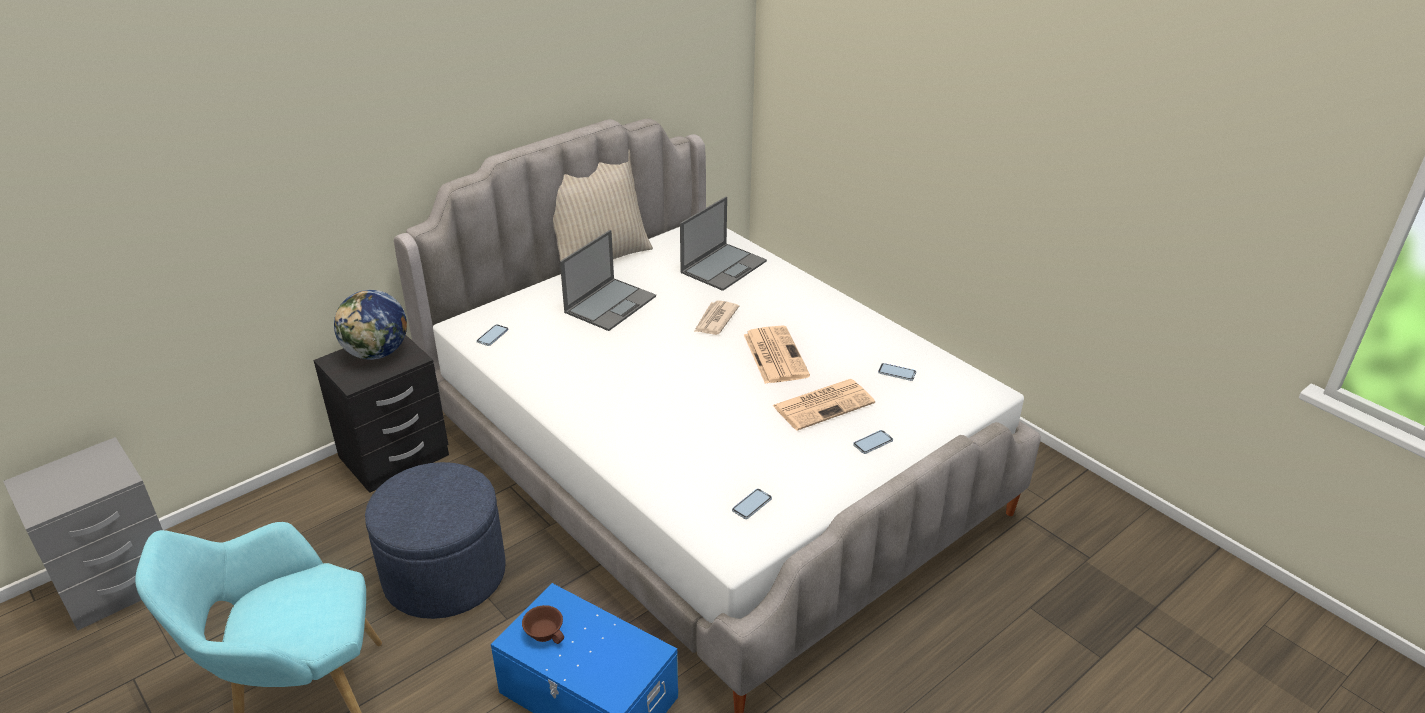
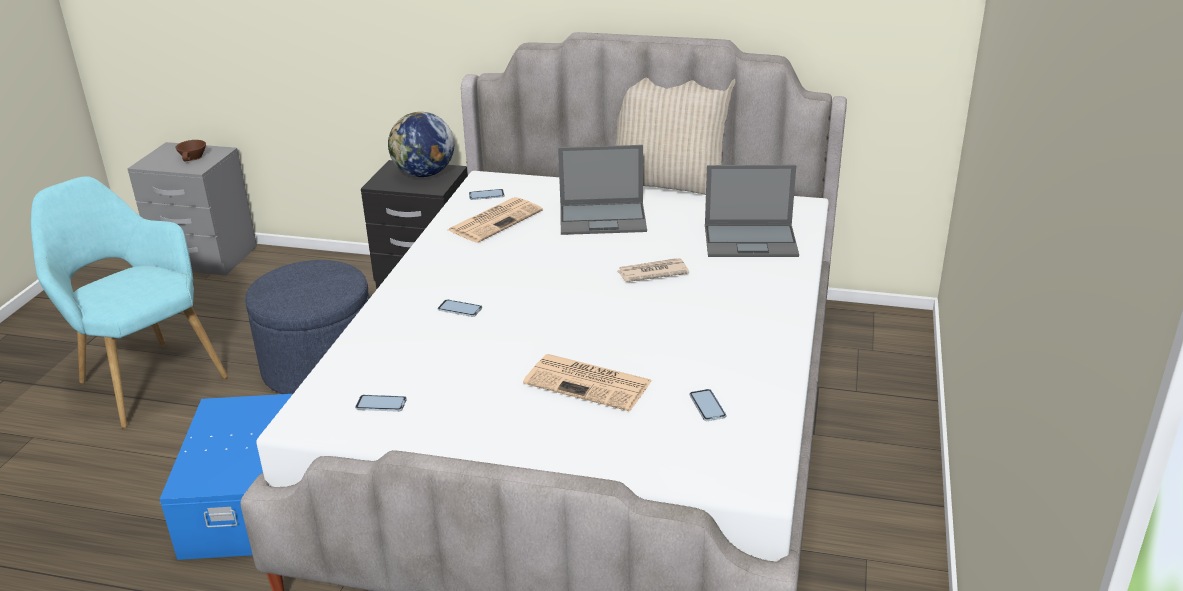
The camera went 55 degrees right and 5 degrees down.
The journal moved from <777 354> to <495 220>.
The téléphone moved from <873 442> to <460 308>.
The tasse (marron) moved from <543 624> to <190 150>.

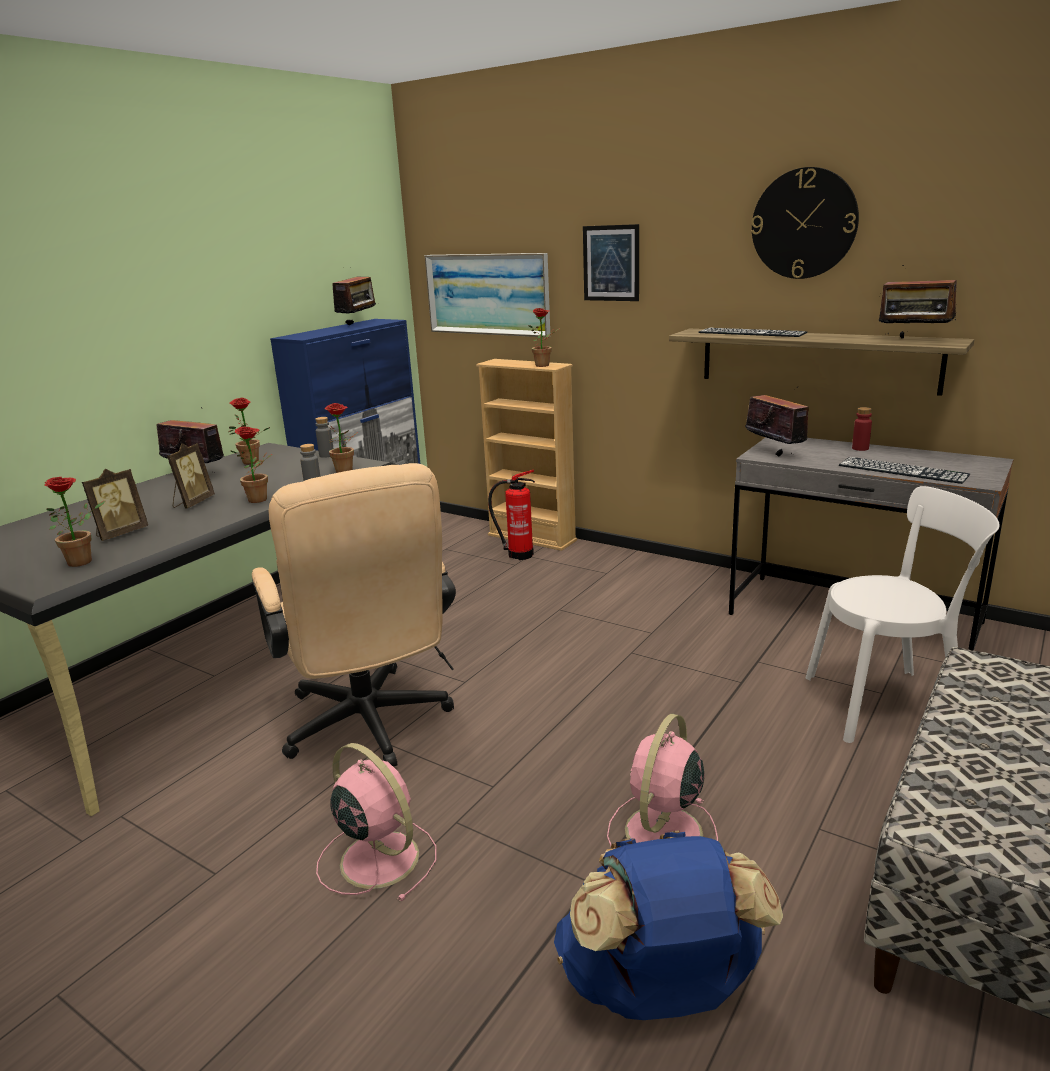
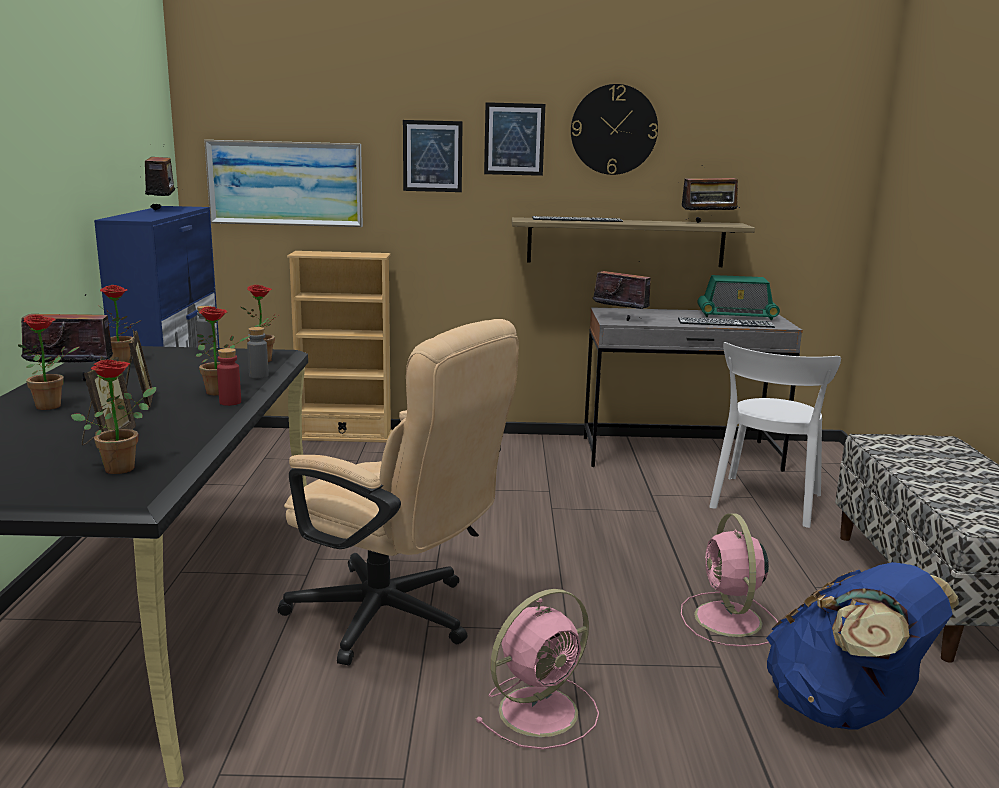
The camera went 35 degrees left and 5 degrees down.
The plante en pot moved from <544 337> to <48 362>.
The bouteille (rouge) moved from <862 429> to <229 377>.
The extincteur at <511 515> disappeared.
The chaise (blanc) at <903 614> turned 150 degrees clockwise.
The ventilateur (rose) at <376 822> turned 135 degrees clockwise.
The tableau at <514 139> appeared.
The radio at <738 297> appeared.

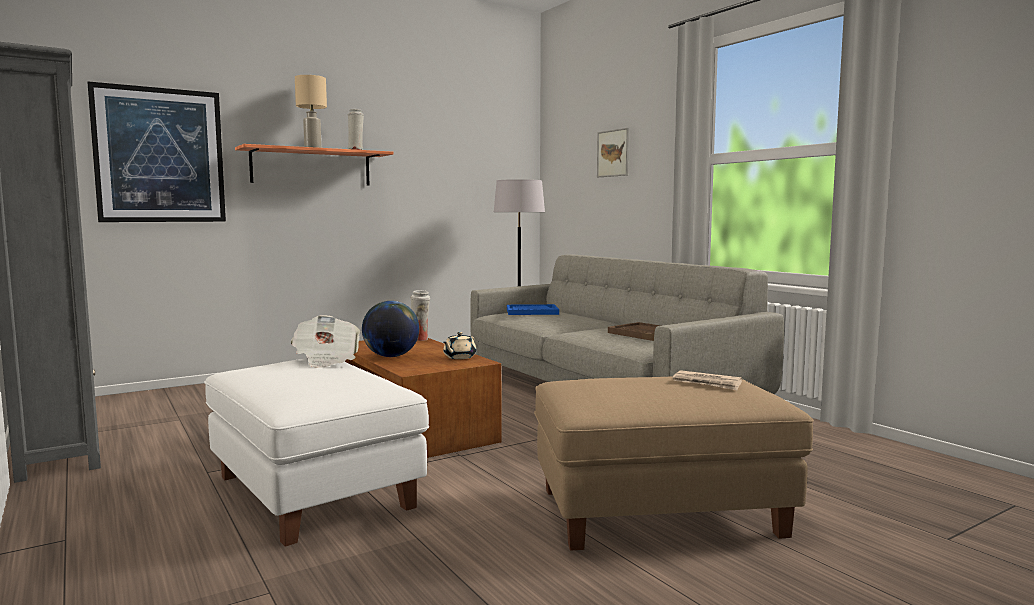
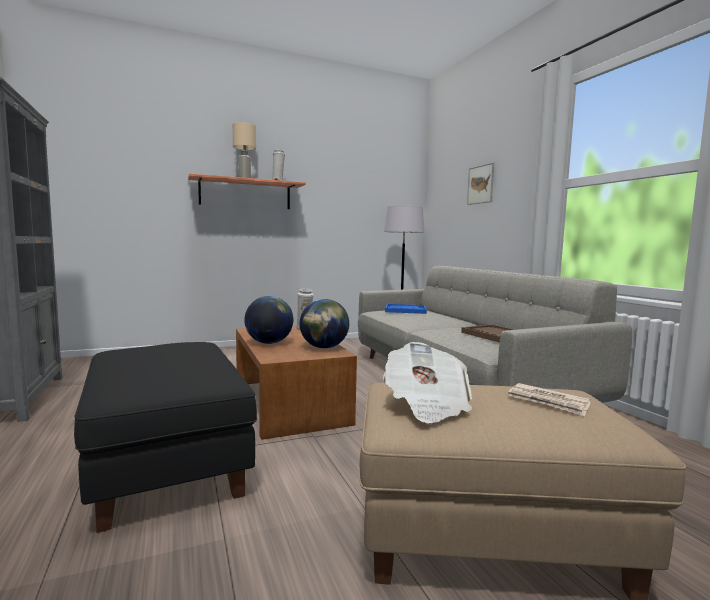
The camera went 10 degrees right and 0 degrees up.
The tableau at <156 151> disappeared.
The journal moved from <325 341> to <427 382>.
The théière (beige) at <459 345> was replaced by the globe at <324 323>.
The pouf (blanc) at <316 453> became the pouf (noir) at <165 437>.

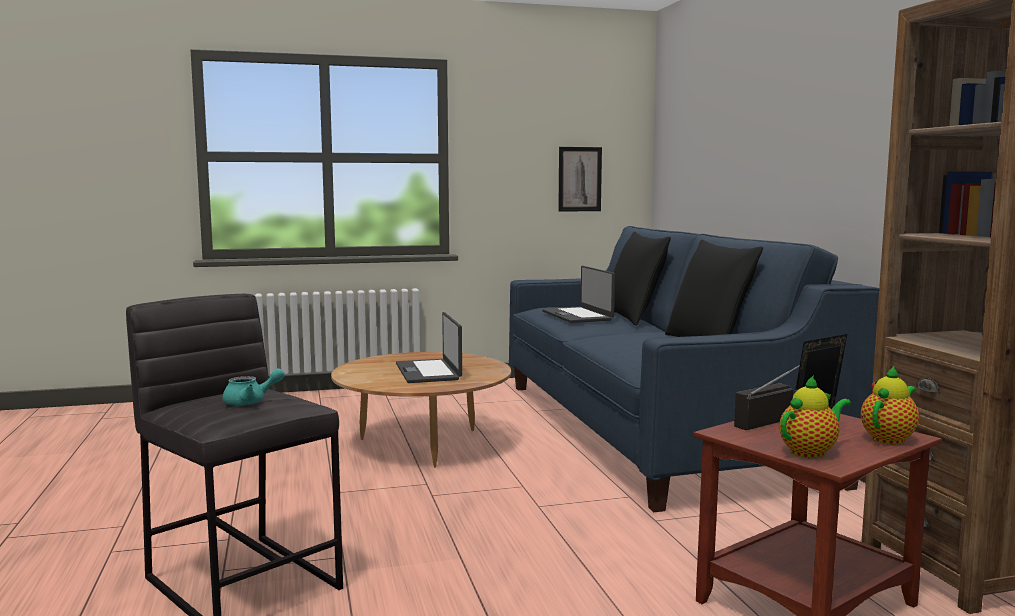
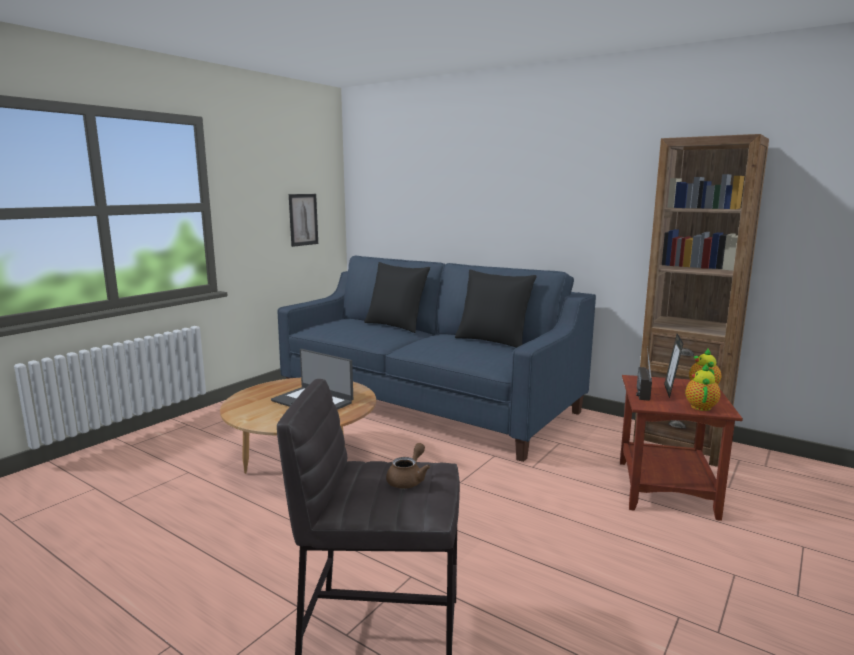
The camera went 40 degrees left and 5 degrees up.
The ordinateur portable at <578 294> disappeared.
The théière (turquoise) at <253 387> became the théière (marron) at <408 466>.

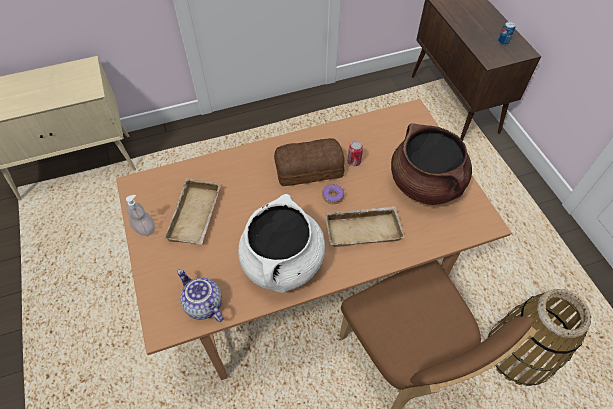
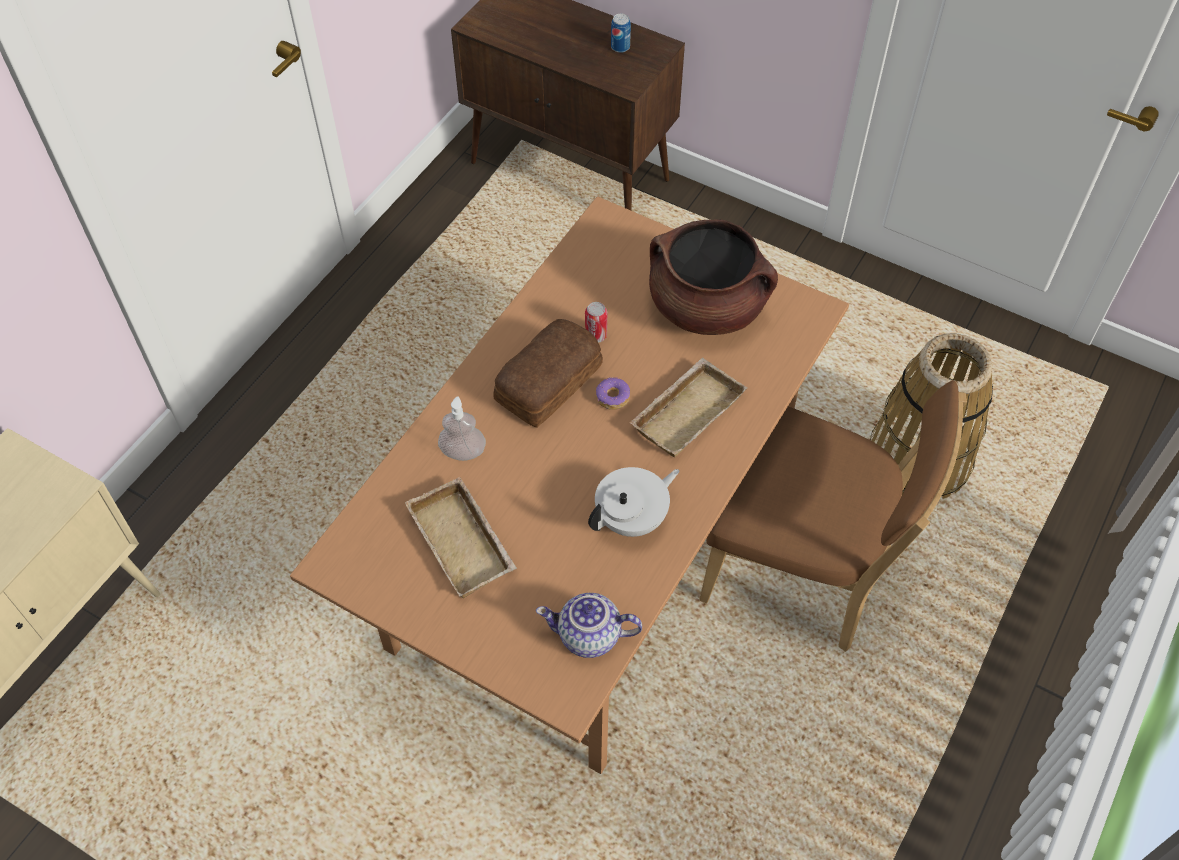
The camera went 40 degrees left and 0 degrees up.
The marmite (blanc) at <281 243> was replaced by the théière (blanc) at <633 502>.
The distributeur de savon moved from <140 215> to <462 429>.

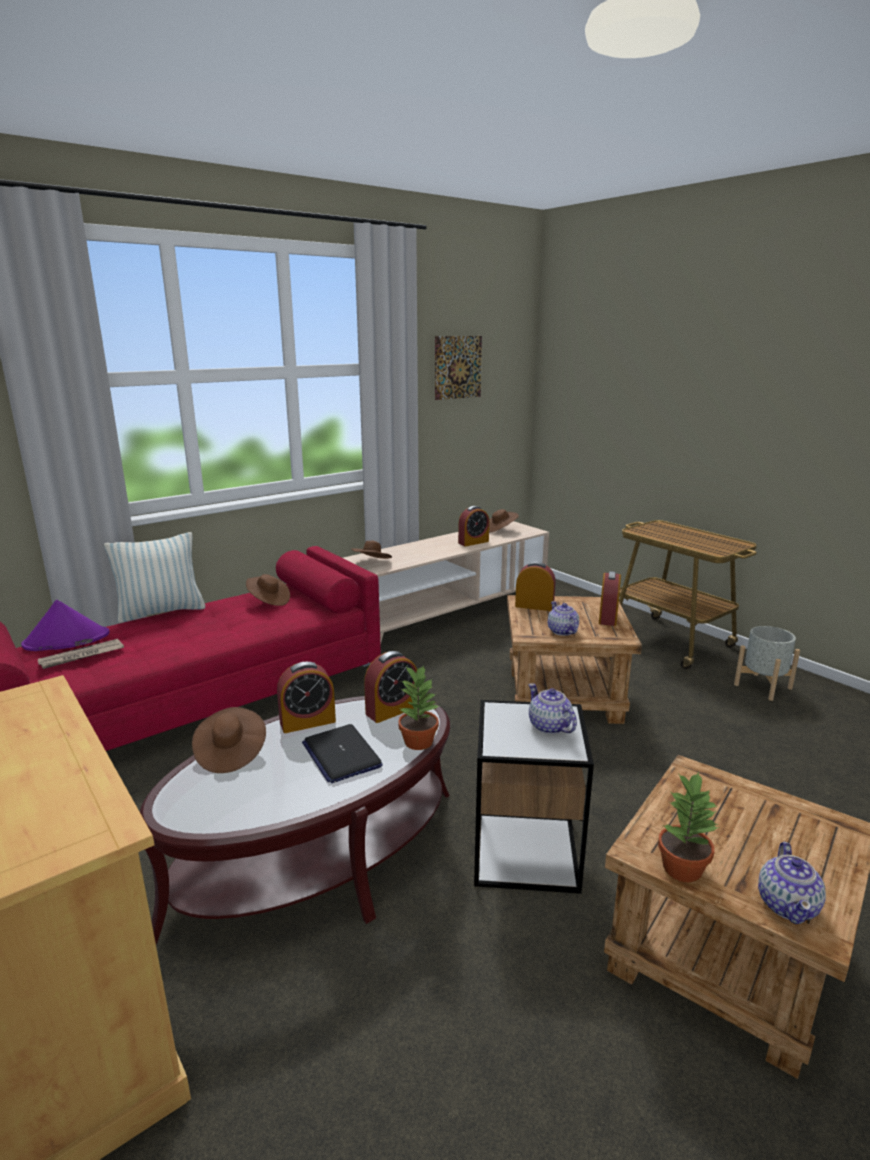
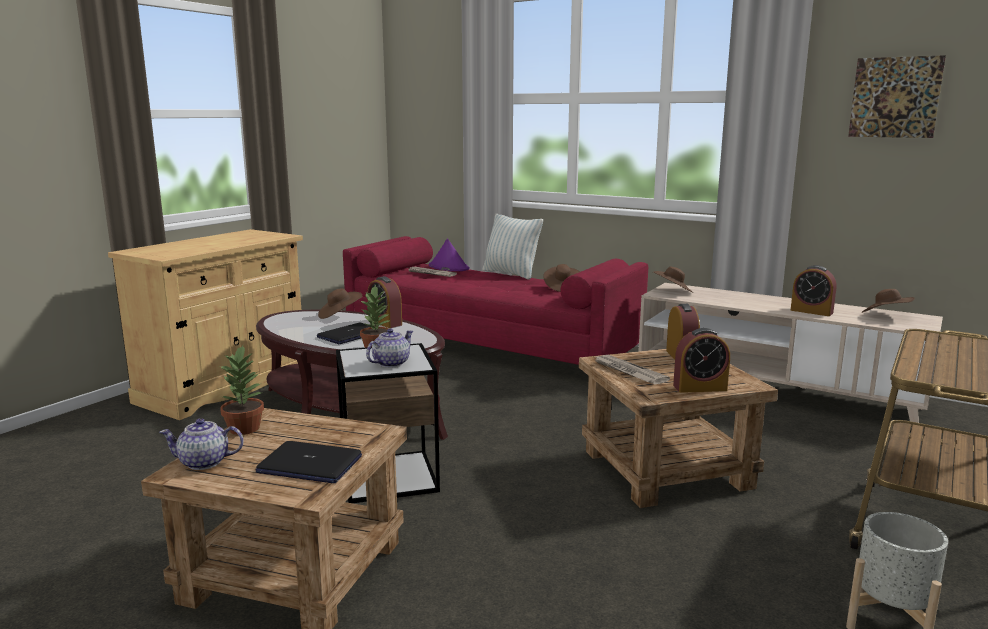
The camera went 70 degrees right and 5 degrees down.
The théière at <563 618> was replaced by the journal at <632 370>.
The réveil at <390 687> disappeared.
The ordinateur portable at <309 462> appeared.

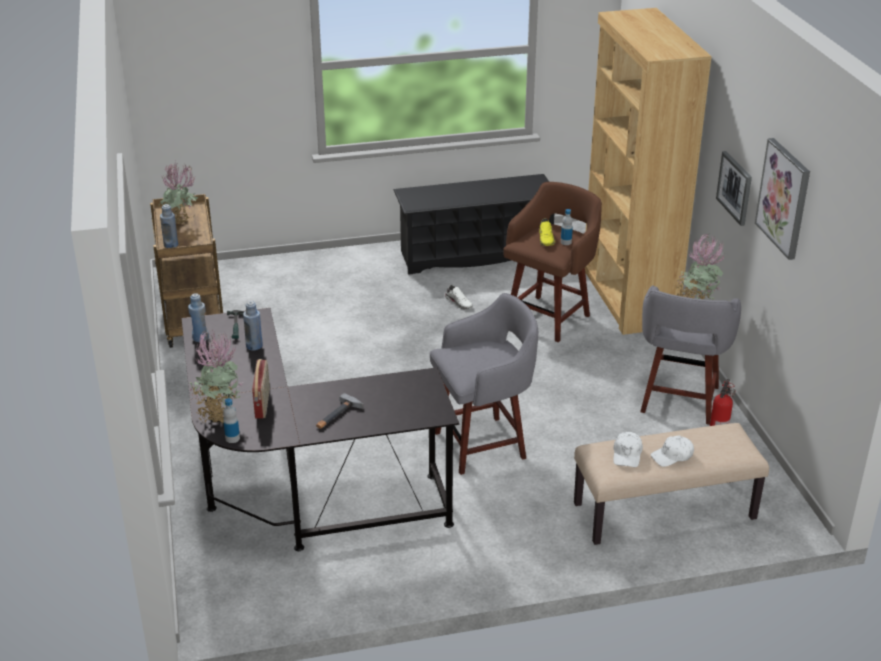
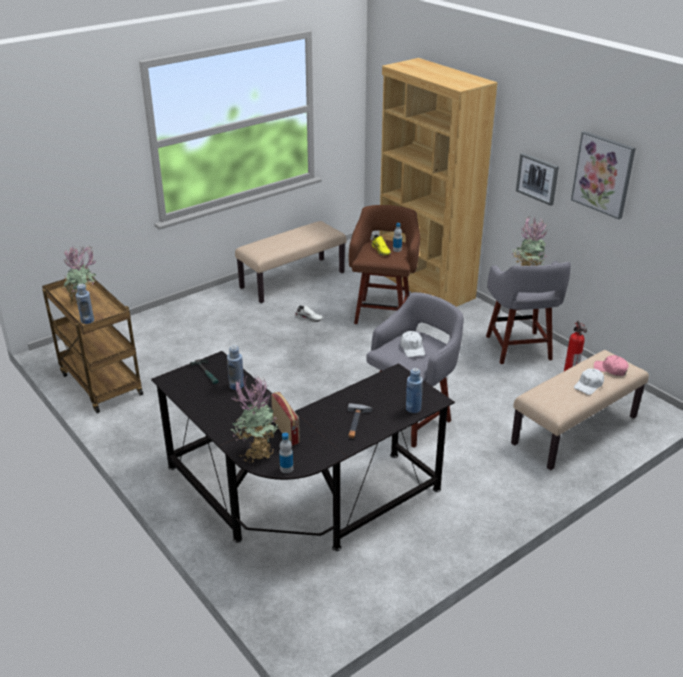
The camera went 25 degrees left and 0 degrees up.
The étagère à chaussures (noir) at <474 224> was replaced by the banc (beige) at <290 262>.
The bouteille (bleu) moved from <198 317> to <414 390>.
The casquette (blanc) moved from <628 449> to <412 344>.
The casquette (rose) at <611 365> appeared.

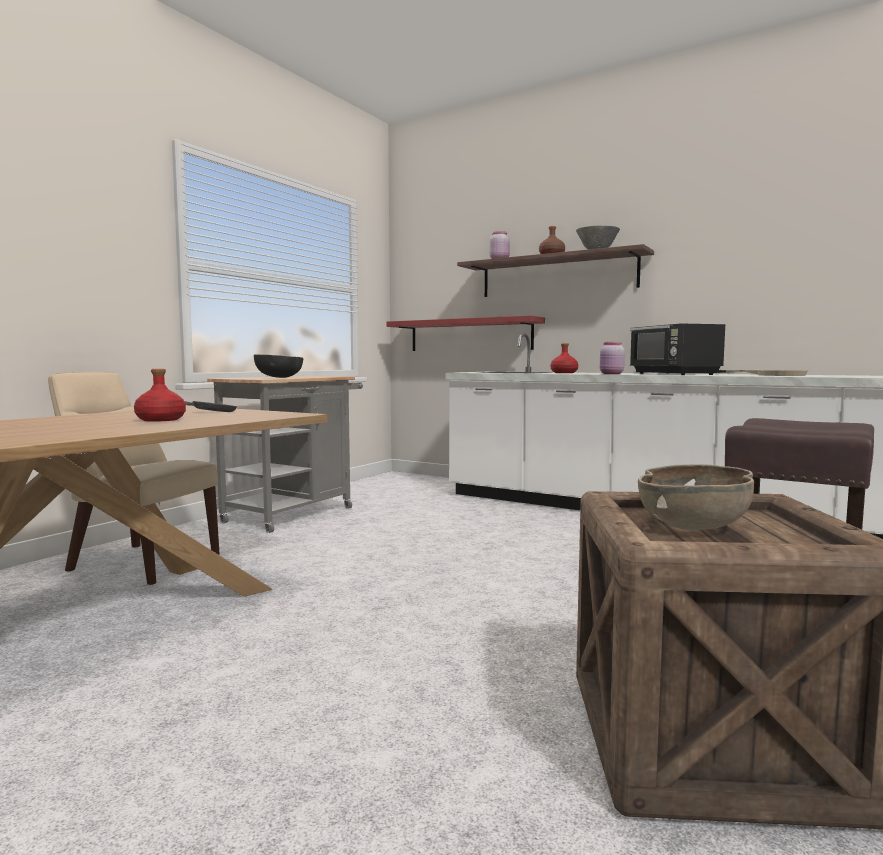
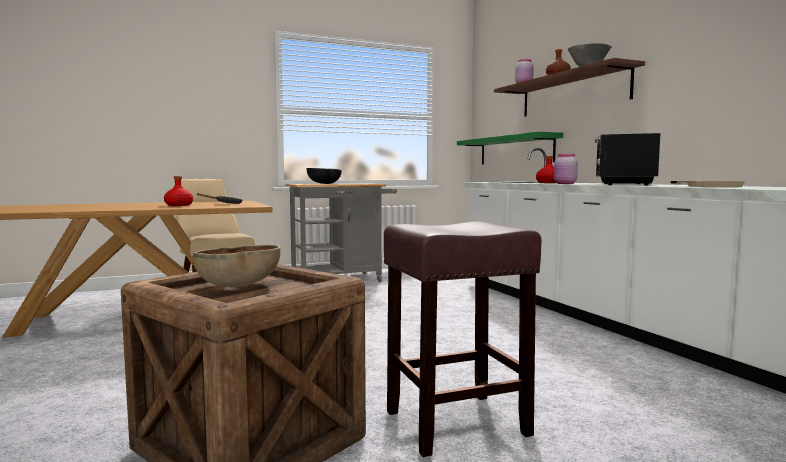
The camera went 35 degrees right and 0 degrees up.
The étagère (rouge) at <466 333> became the étagère (vert) at <510 148>.

